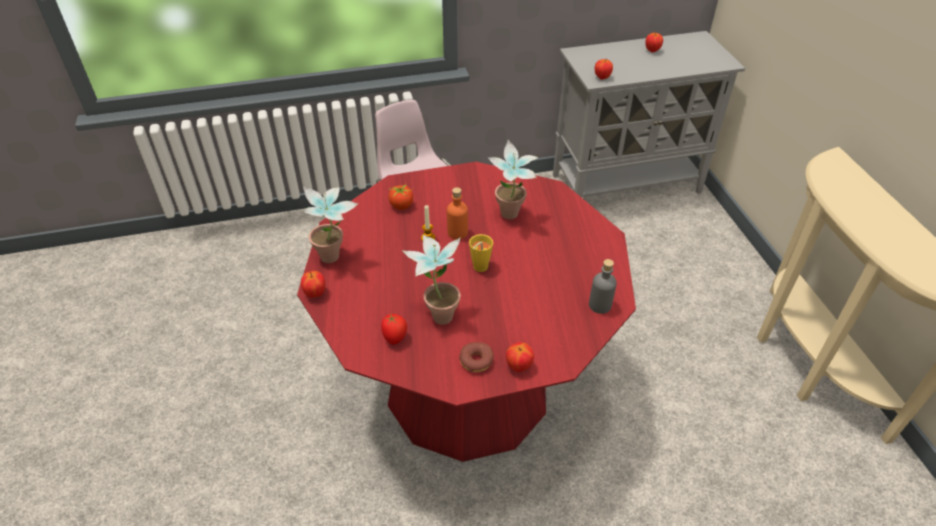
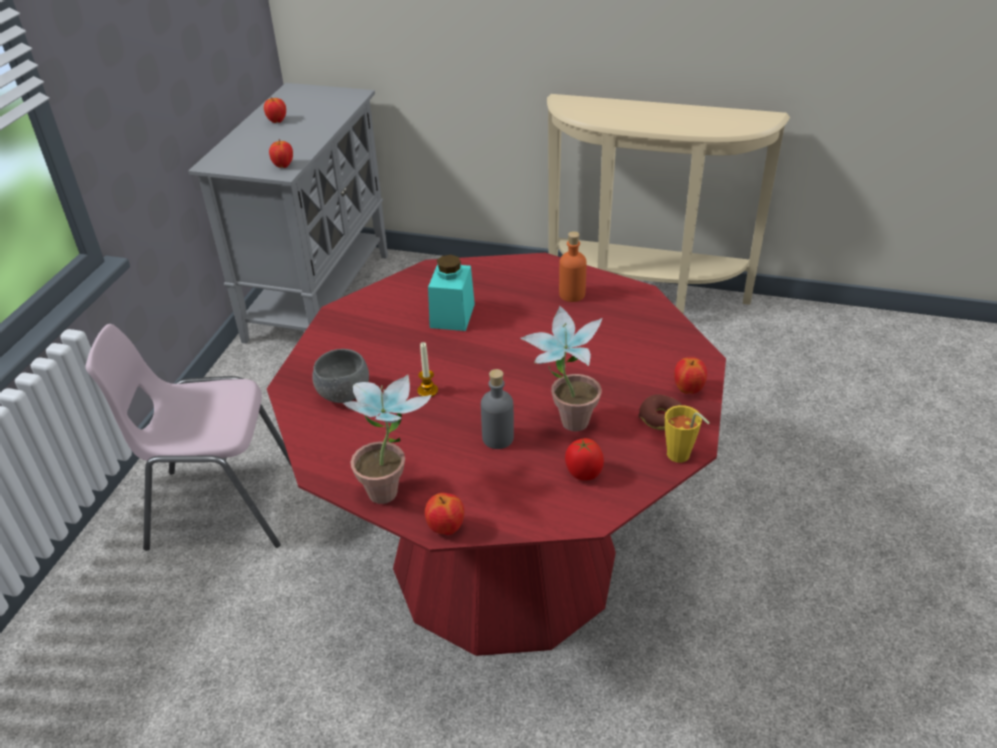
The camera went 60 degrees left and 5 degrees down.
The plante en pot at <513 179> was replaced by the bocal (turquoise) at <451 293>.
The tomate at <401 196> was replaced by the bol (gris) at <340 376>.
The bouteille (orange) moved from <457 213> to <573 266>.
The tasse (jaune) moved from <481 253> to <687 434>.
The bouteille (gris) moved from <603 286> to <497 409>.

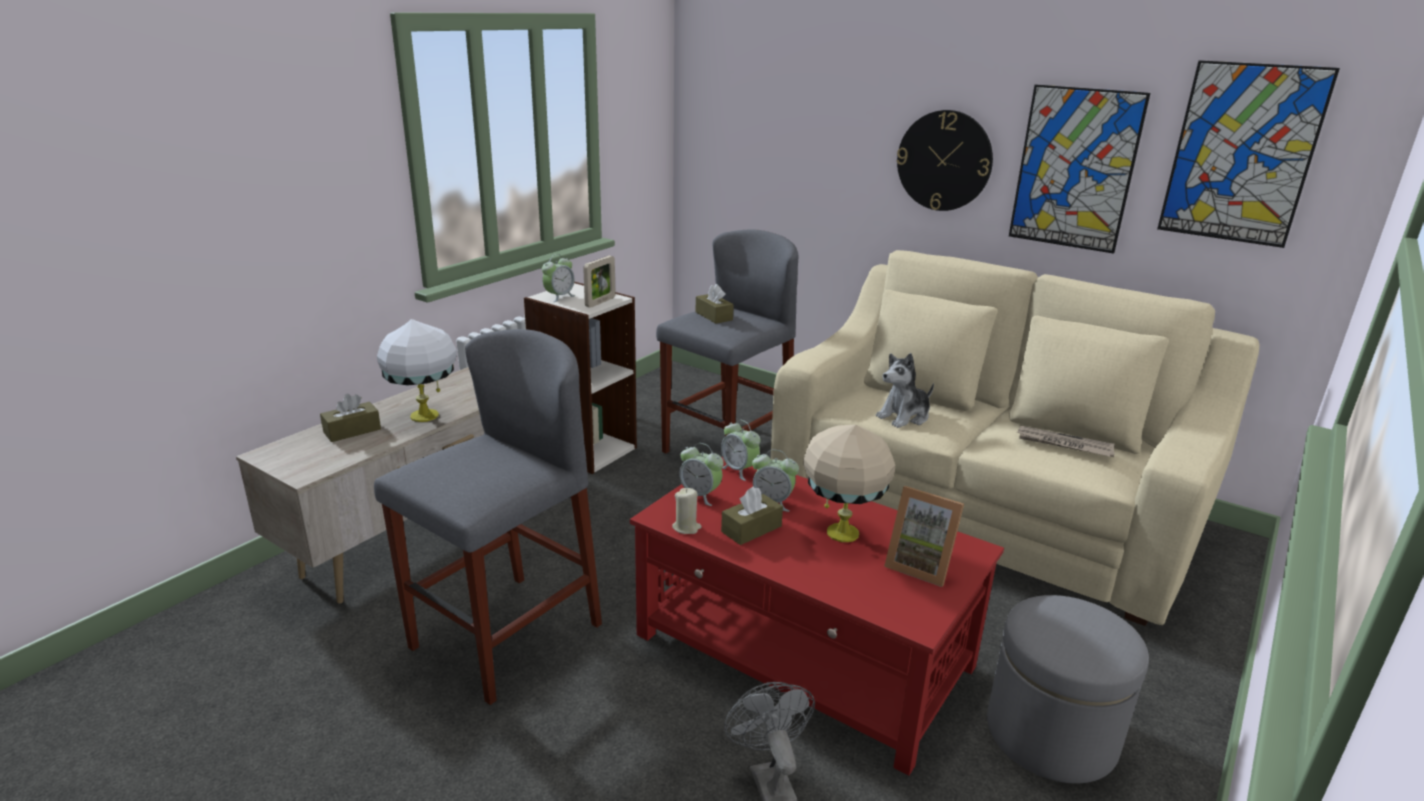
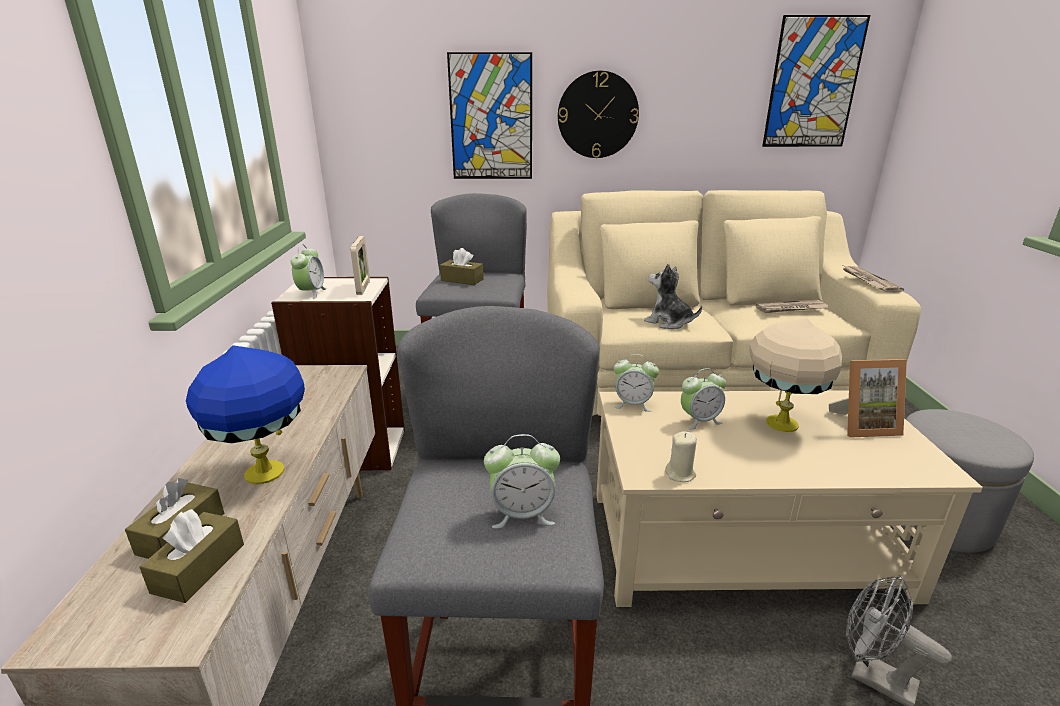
The camera went 35 degrees left and 0 degrees up.
The tableau moved from <1079 169> to <489 115>.
The lampe de table (blanc) at <417 370> became the lampe de table (bleu) at <245 414>.
The peluche at <905 390> turned 105 degrees clockwise.
The réveil moved from <701 474> to <522 481>.
The table basse (rouge) at <817 616> became the table basse (beige) at <789 498>.
The boîte à mouchoirs (marron) moved from <752 515> to <191 556>.
The journal at <873 279> appeared.

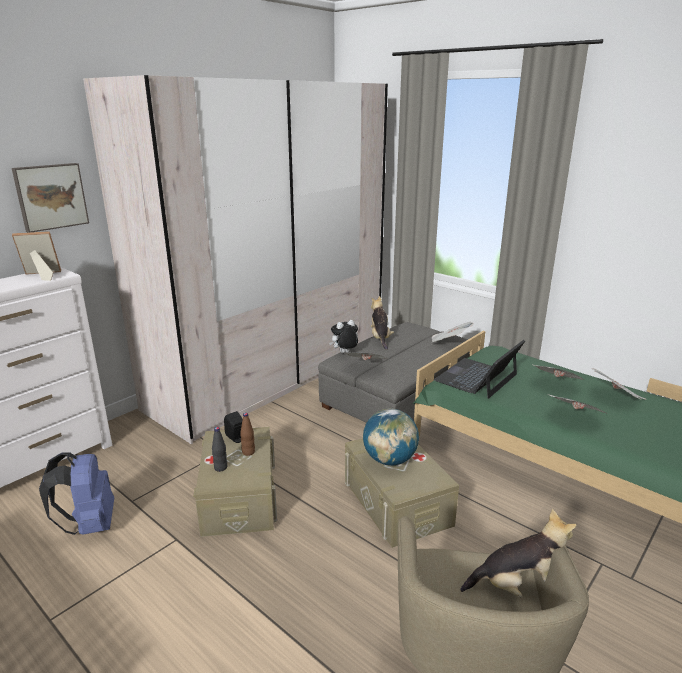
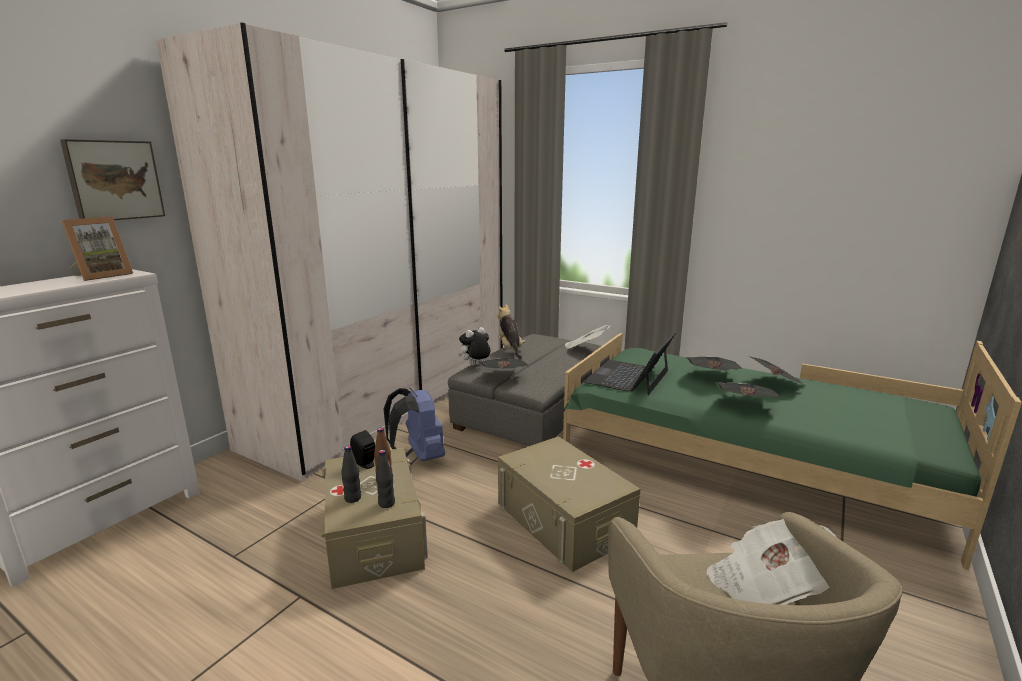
The camera went 10 degrees left and 5 degrees down.
The cadre photo at <36 256> turned 150 degrees clockwise.
The globe at <391 437> disappeared.
The sac à dos (bleu) moved from <76 493> to <414 426>.
The peluche at <518 552> was replaced by the journal at <771 562>.
The bouteille (noir) at <385 479> appeared.

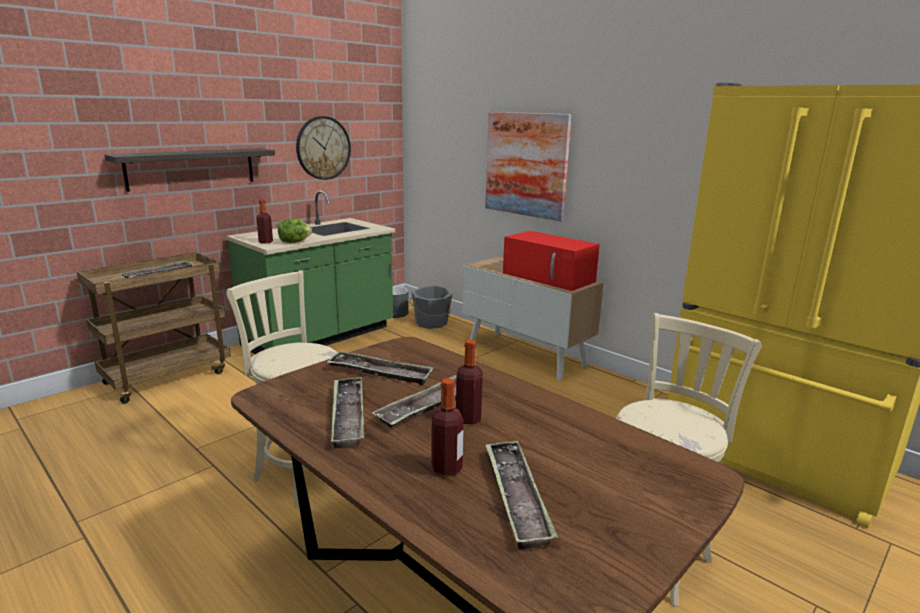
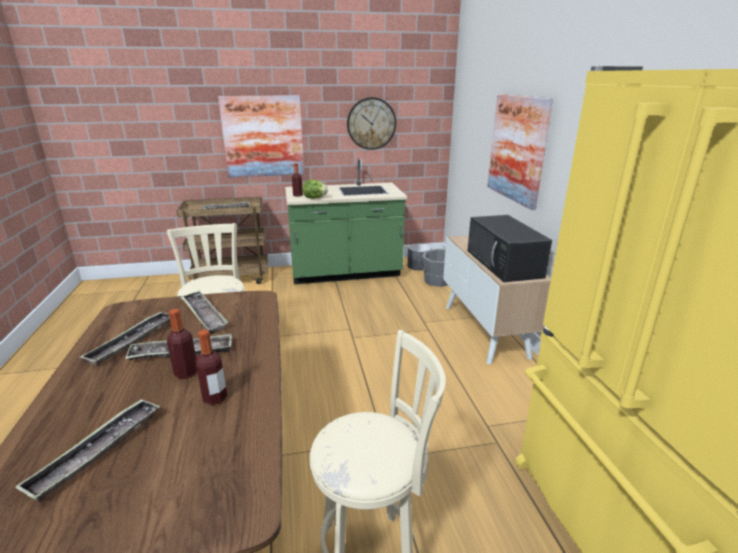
The camera went 35 degrees right and 5 degrees up.
The étagère at <190 170> was replaced by the tableau at <261 136>.
The micro-ondes (rouge) at <551 261> became the micro-ondes (noir) at <510 248>.
The bouteille moved from <447 427> to <211 367>.

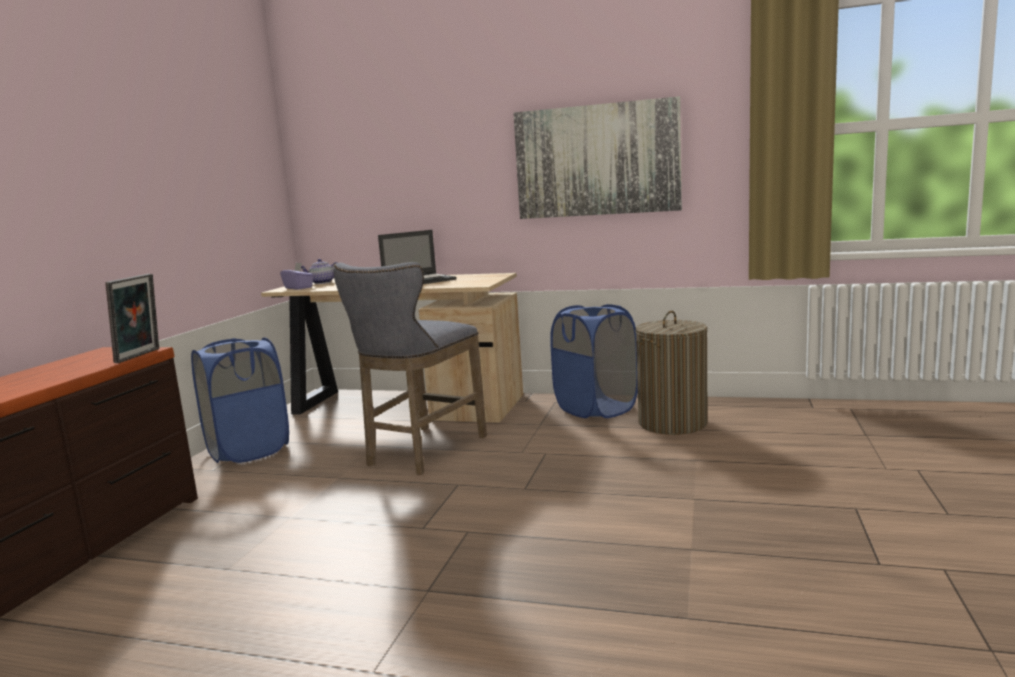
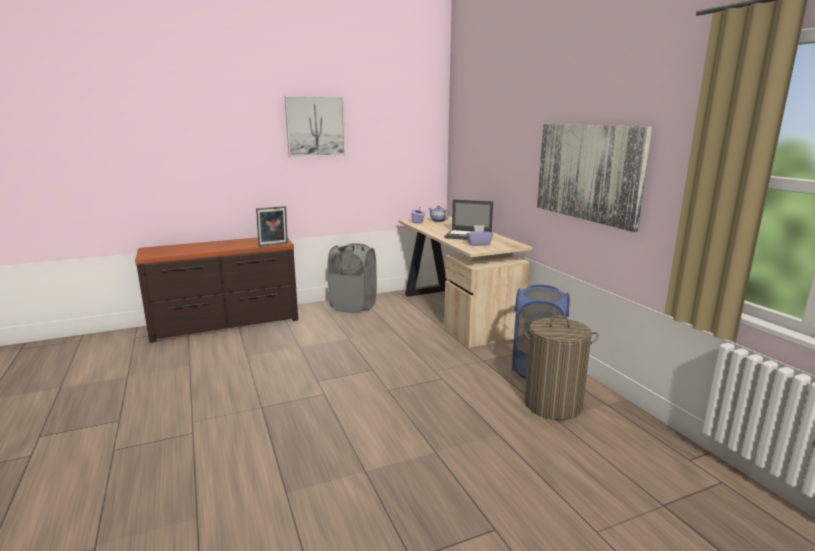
The camera went 50 degrees right and 5 degrees up.
The tabouret (gris) at <410 368> disappeared.
The panier à linge (bleu) at <240 400> became the panier à linge (gris) at <352 278>.
The tableau at <315 127> appeared.
The boîte à mouchoirs (violet) at <479 235> appeared.

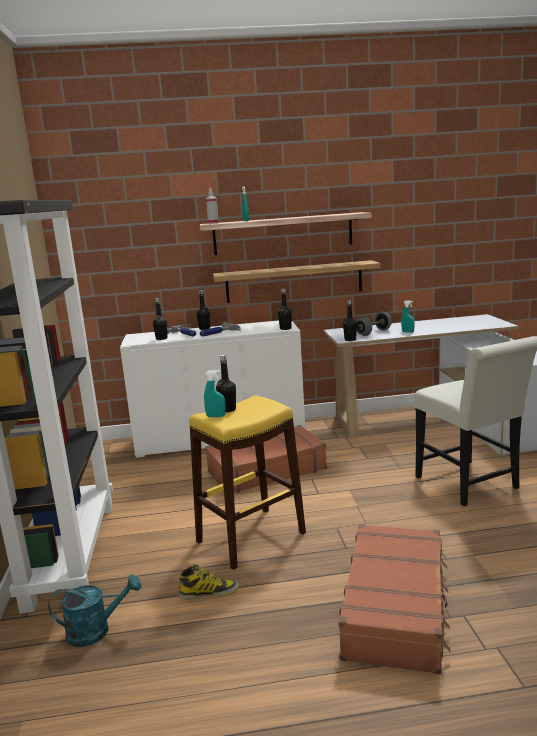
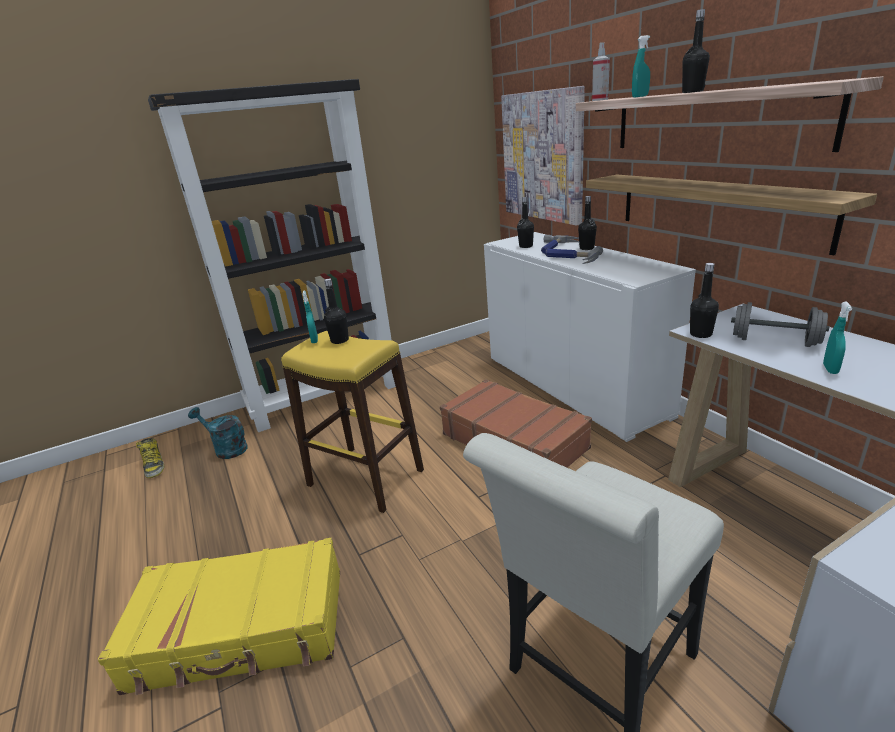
The camera went 70 degrees right and 10 degrees up.
The bouteille (noir) moved from <285 309> to <696 51>.
The valise (marron) at <394 599> became the valise (jaune) at <219 616>.
The botte moved from <209 582> to <150 458>.
The arrosoir (turquoise) at <95 610> turned 150 degrees clockwise.
The tableau at <543 156> appeared.

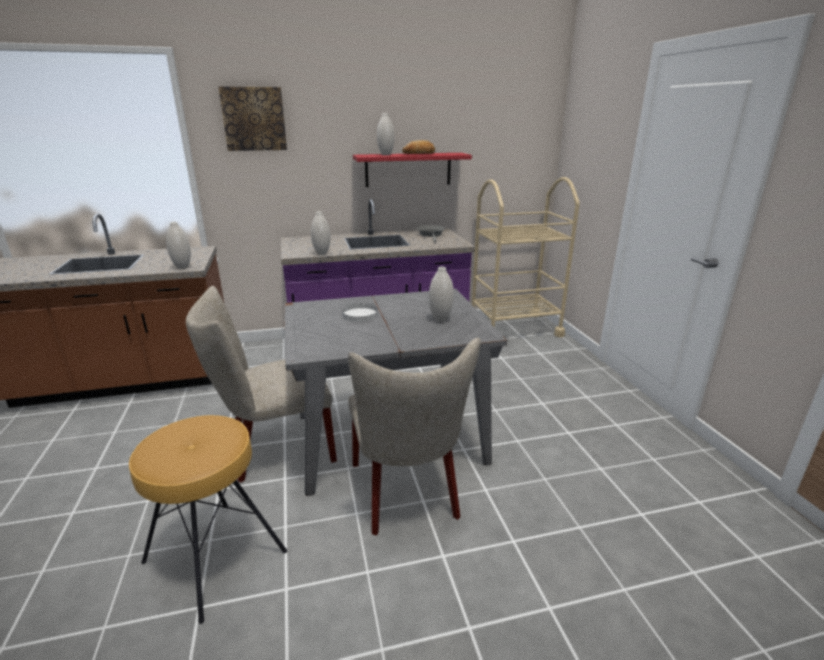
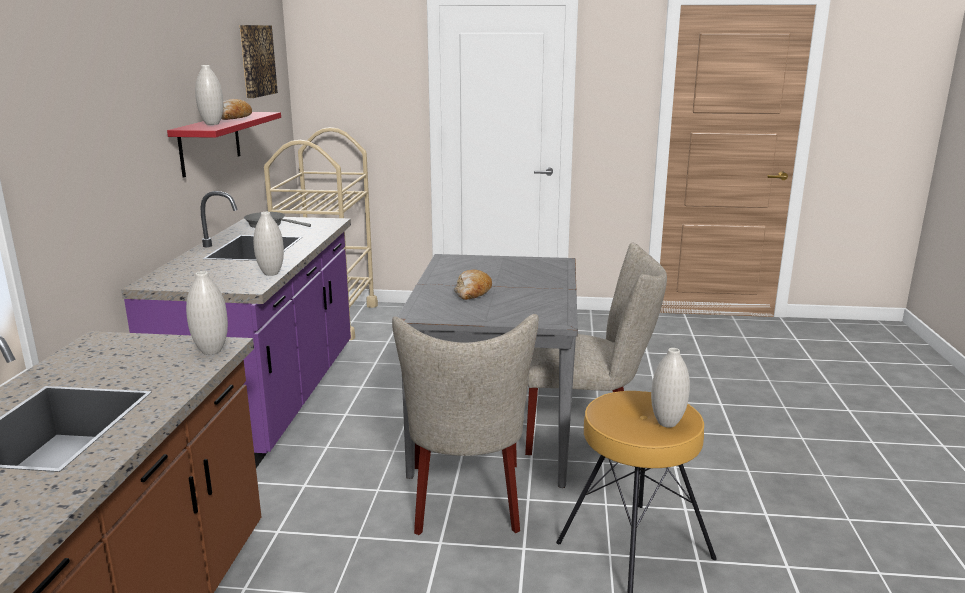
The camera went 70 degrees left and 5 degrees down.
The tableau moved from <252 118> to <258 61>.
The vase (blanc) moved from <441 294> to <670 388>.
The assiette (blanc) at <360 312> was replaced by the pain at <473 285>.

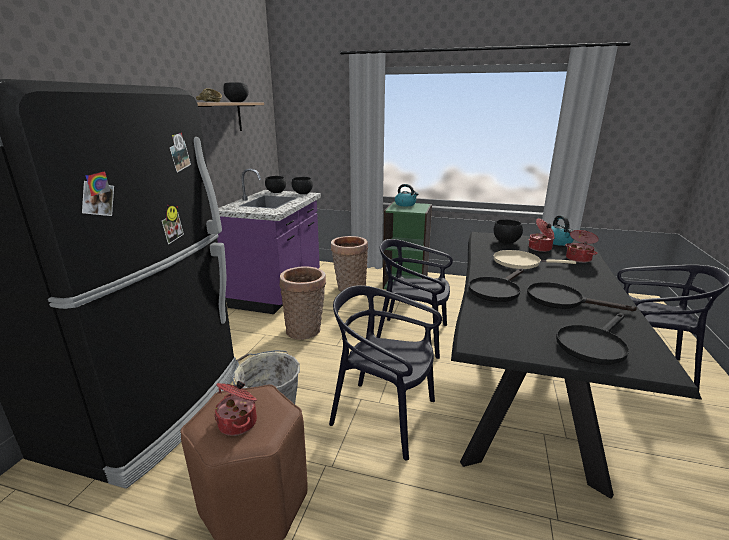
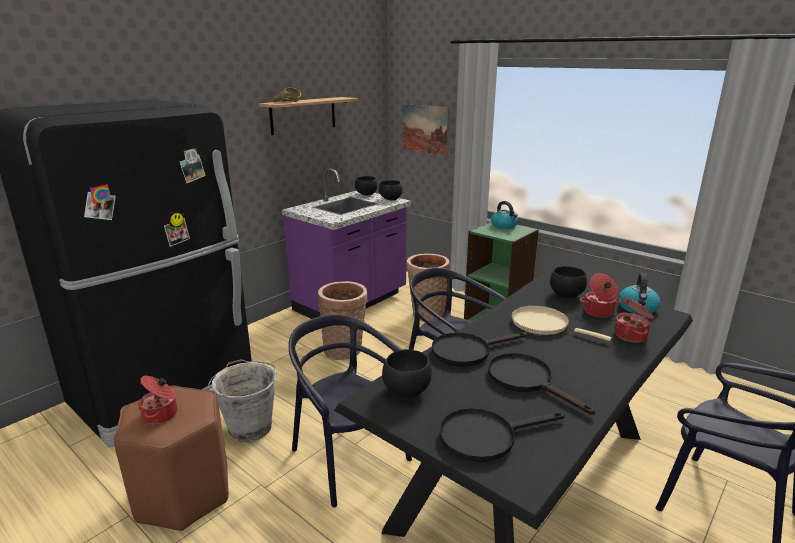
The camera went 25 degrees right and 0 degrees up.
The bol (noir) moved from <236 92> to <407 373>.
The tableau at <426 129> appeared.

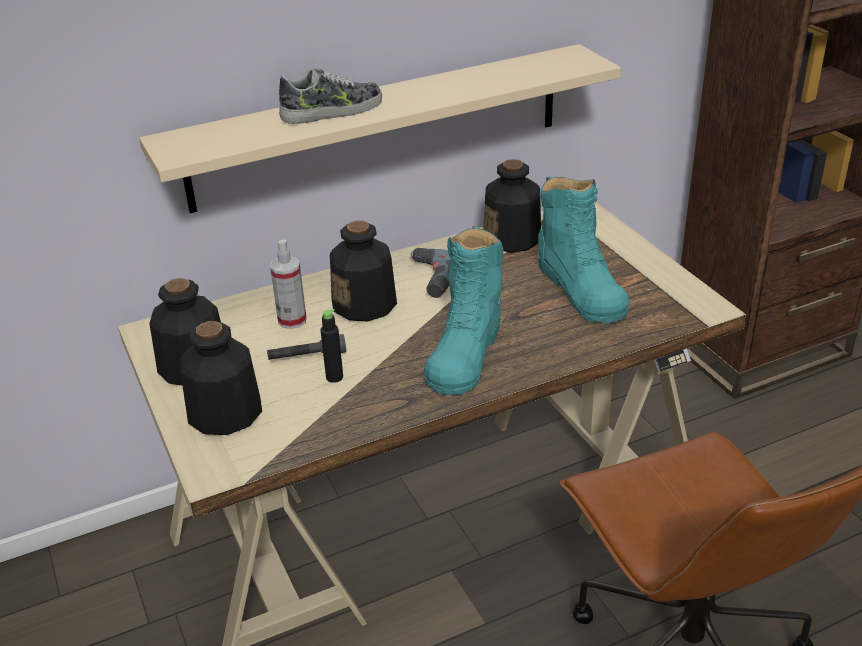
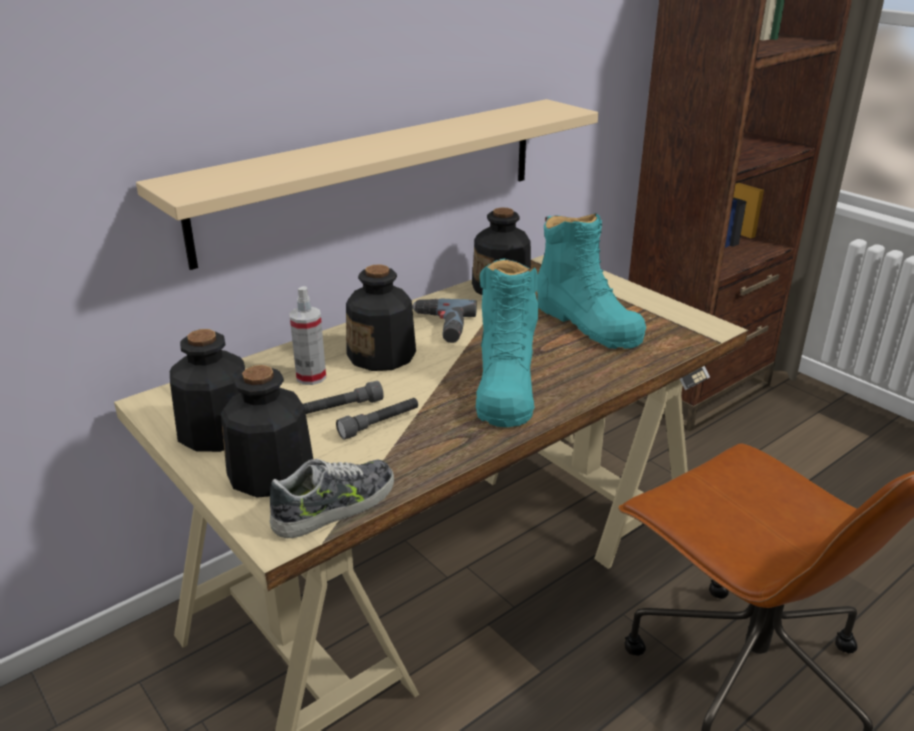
The camera went 15 degrees left and 5 degrees down.
The chaussure moved from <330 95> to <331 498>.
The bouteille (noir) at <332 346> was replaced by the lampe de poche (gris) at <377 418>.

